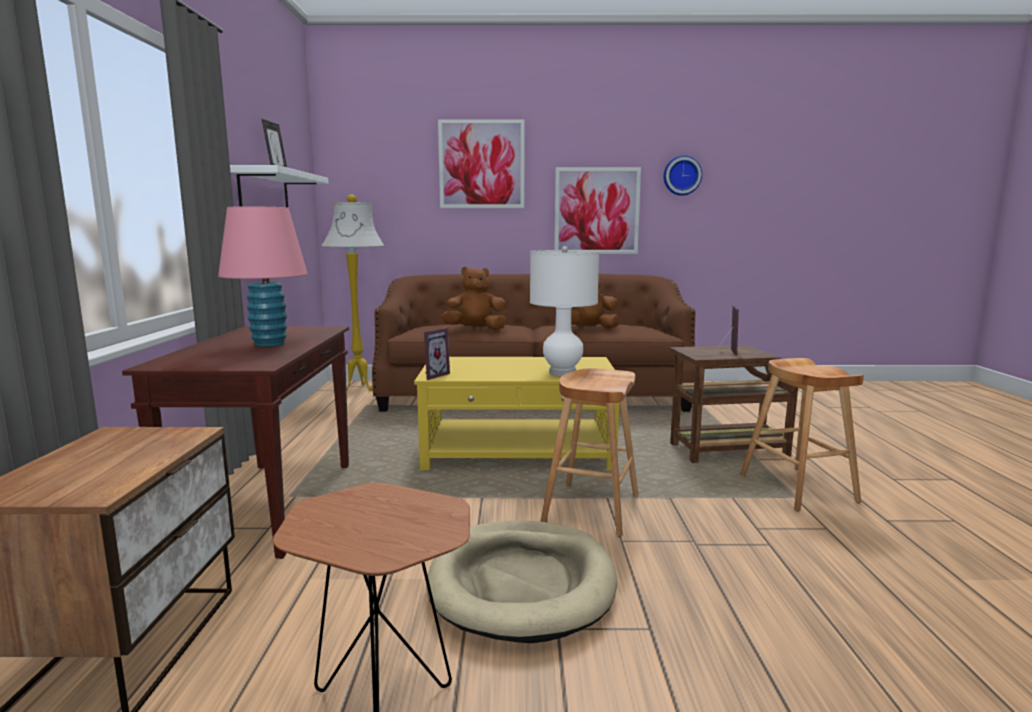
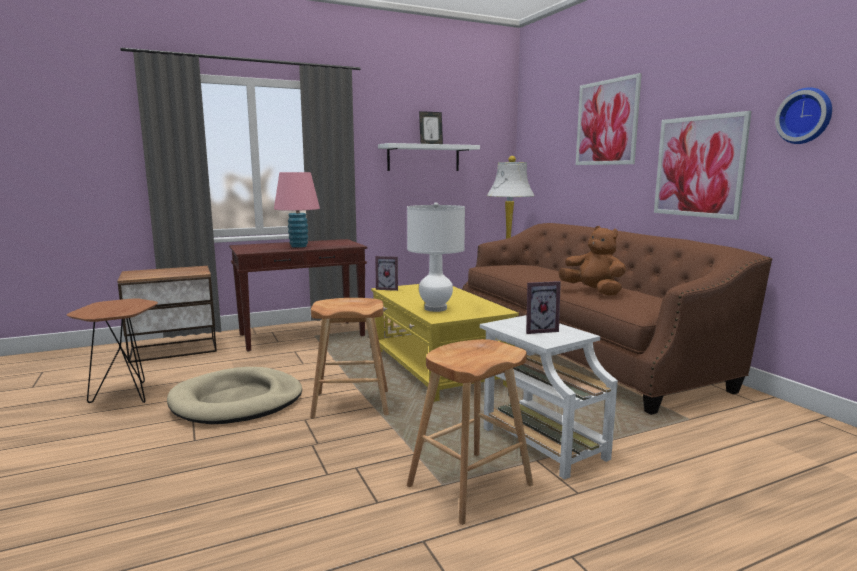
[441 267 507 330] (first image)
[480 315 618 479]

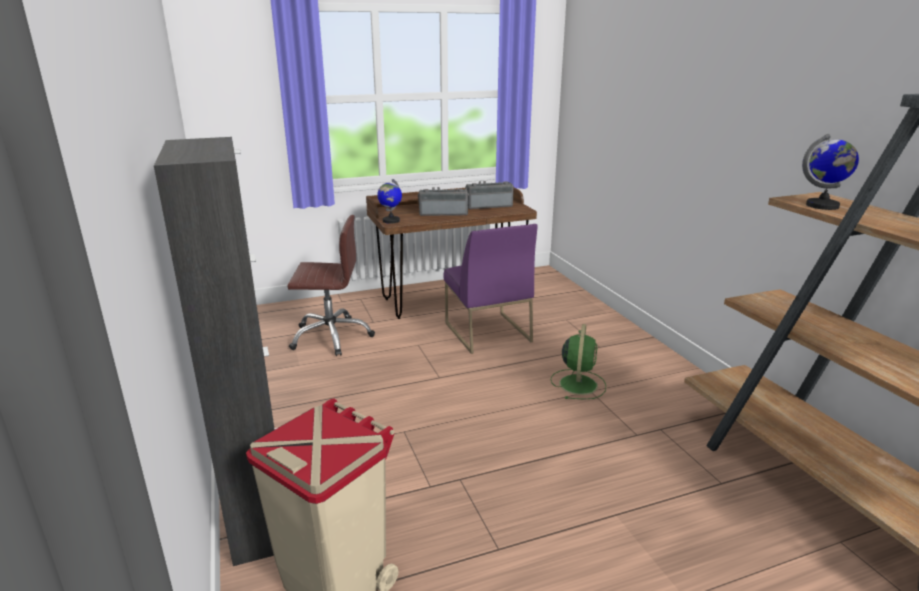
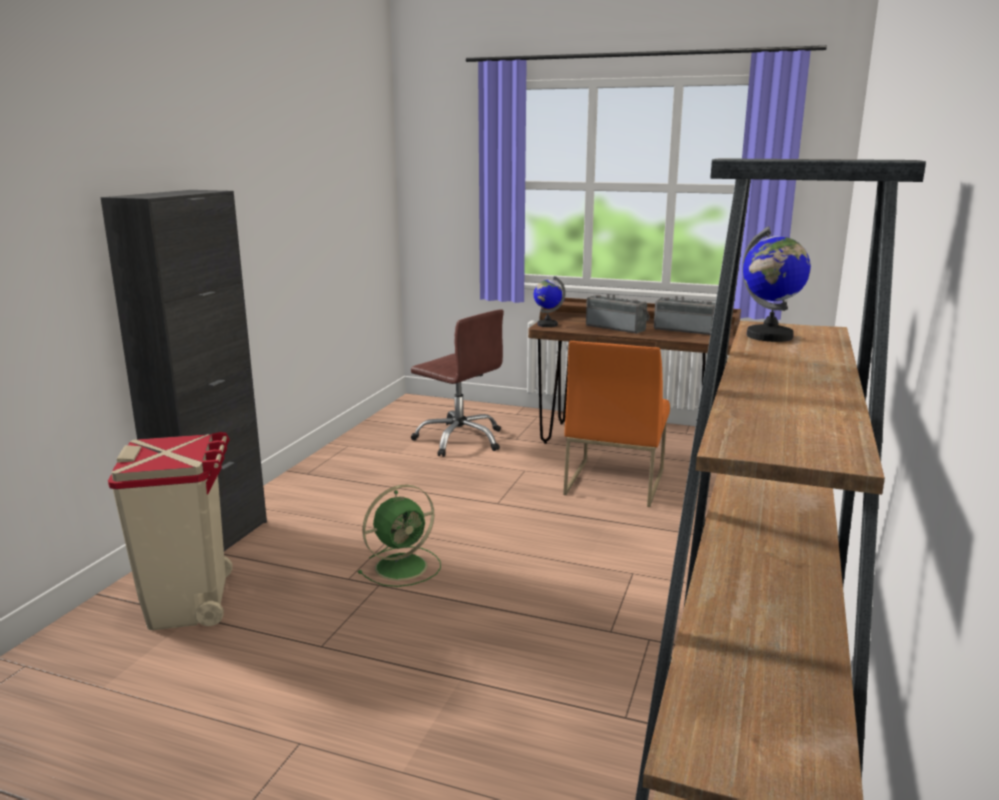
[358 485 441 587]
[563 341 670 507]

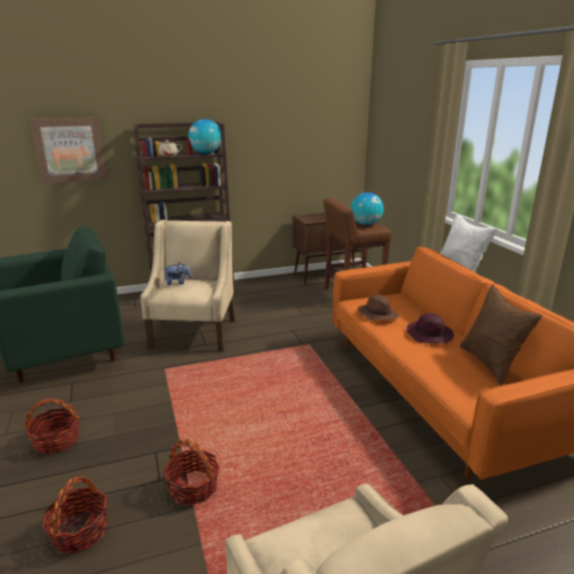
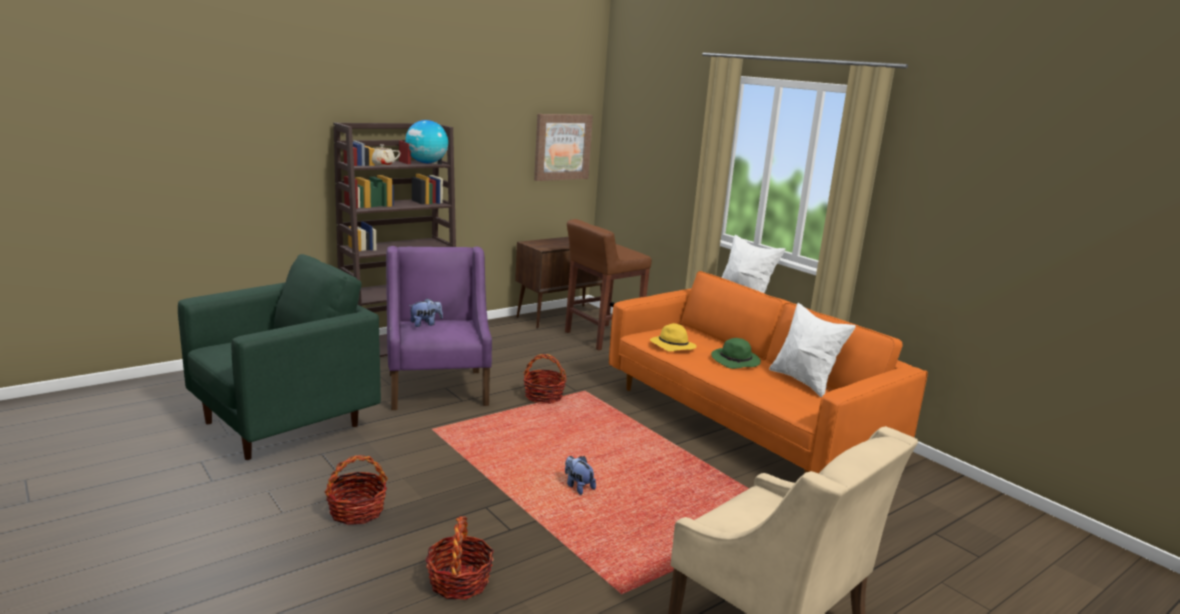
[351 192 384 225] (first image)
[565 456 596 495]
[534 114 593 181]
[523 354 567 404]
[386 246 492 410]
[650 323 697 352]
[711 338 761 369]
[769 303 856 398]

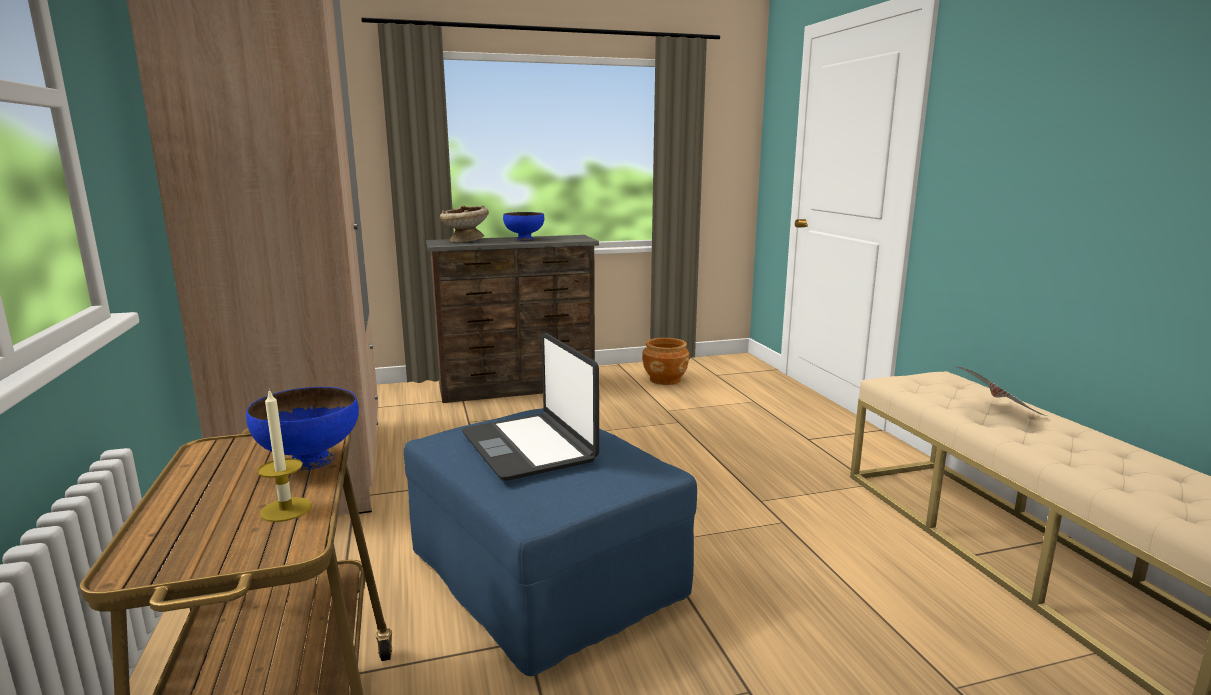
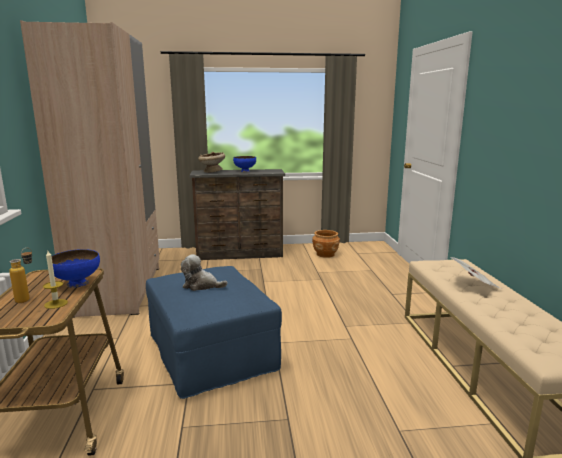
[9 248 32 303]
[181 254 227 291]

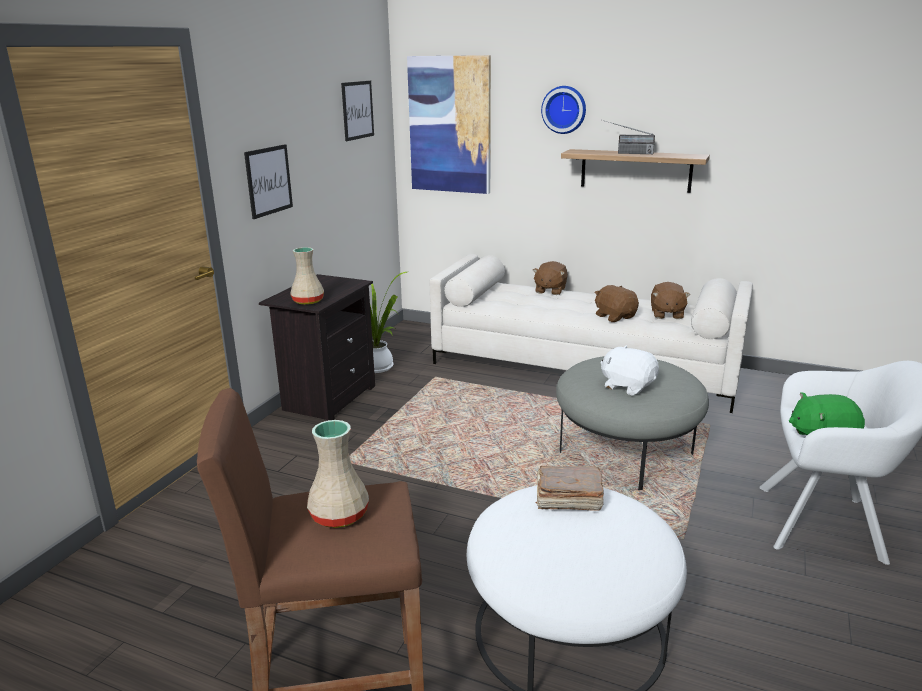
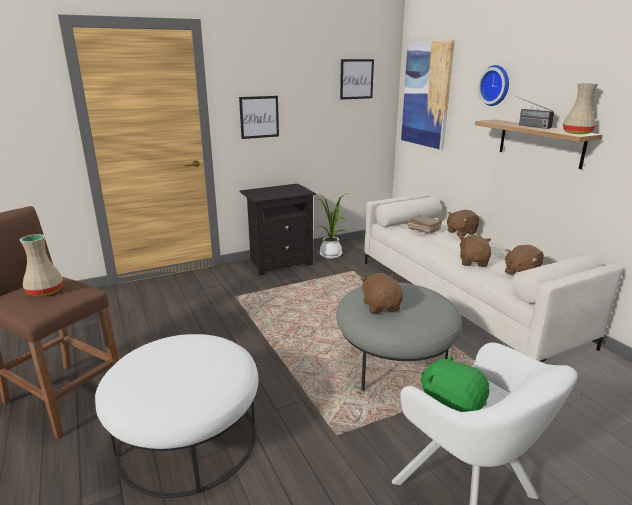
[563 83 598 134]
[408 215 442 234]
[361 273 403 314]

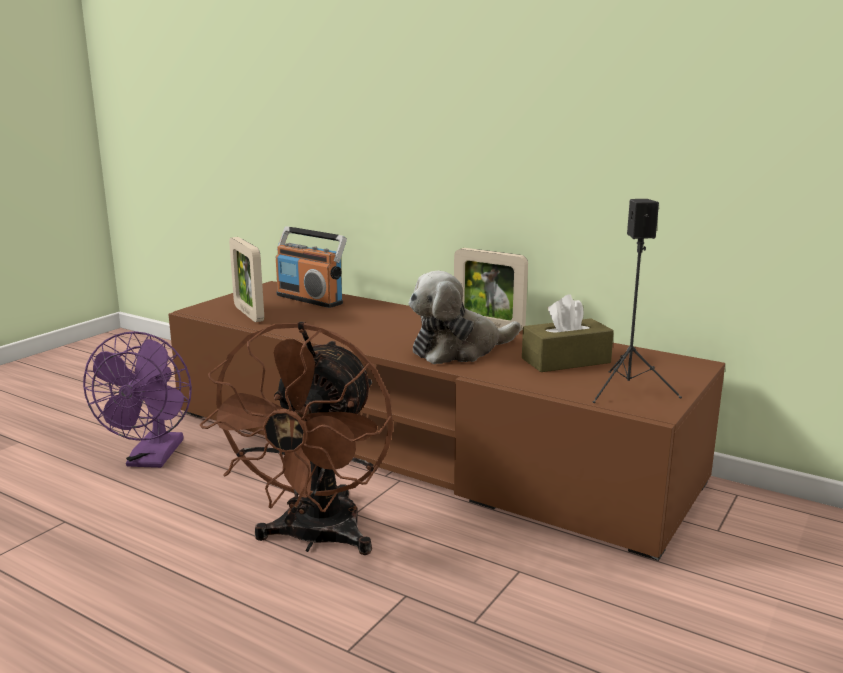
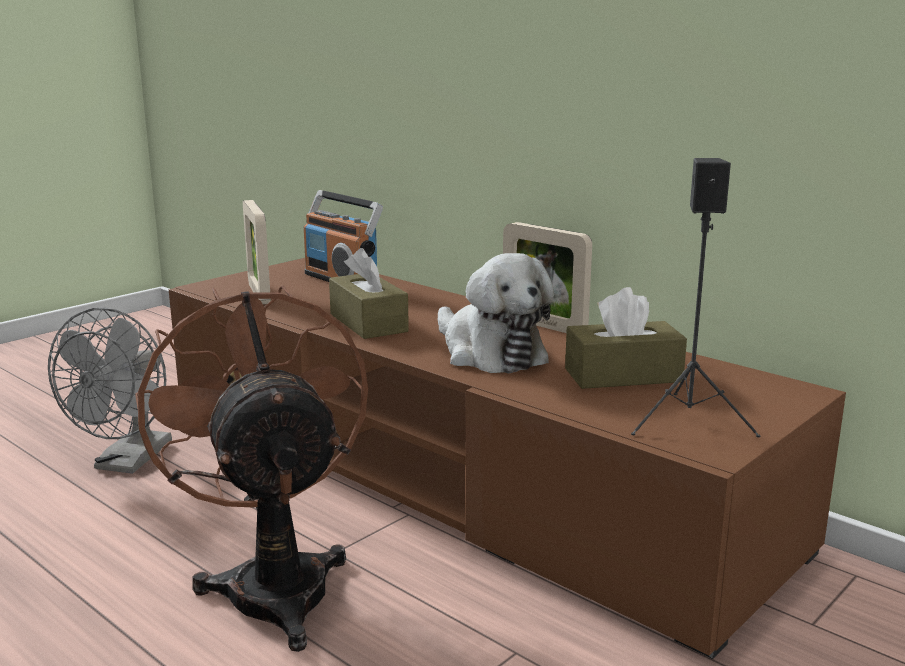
[329 248 409 339]
[48 308 172 474]
[135 285 368 652]
[438 253 554 374]

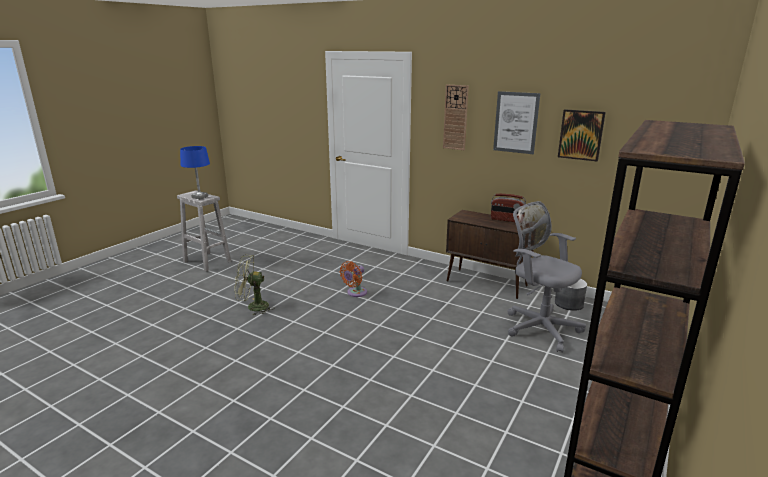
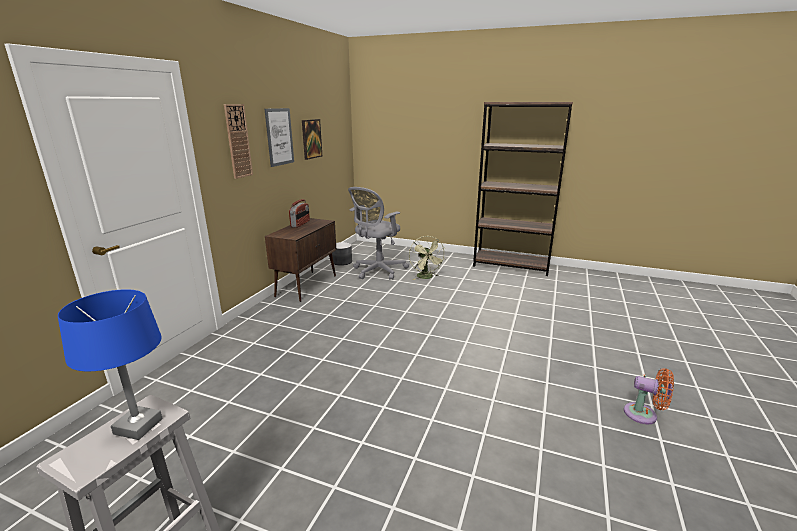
[409 236 445 280]
[624 369 674 424]

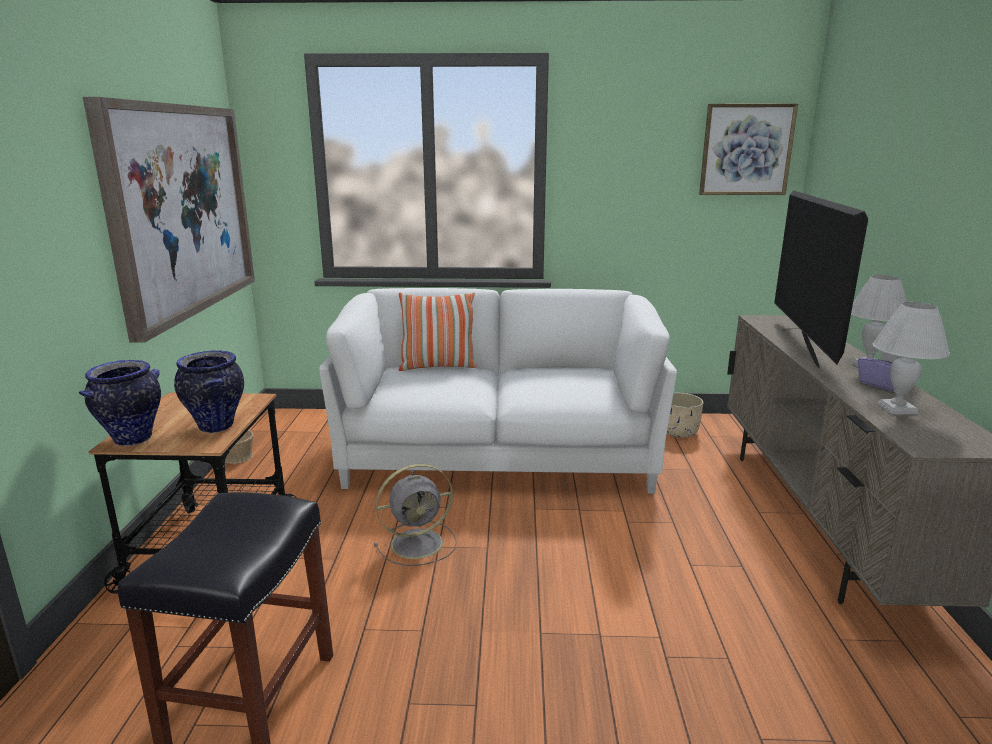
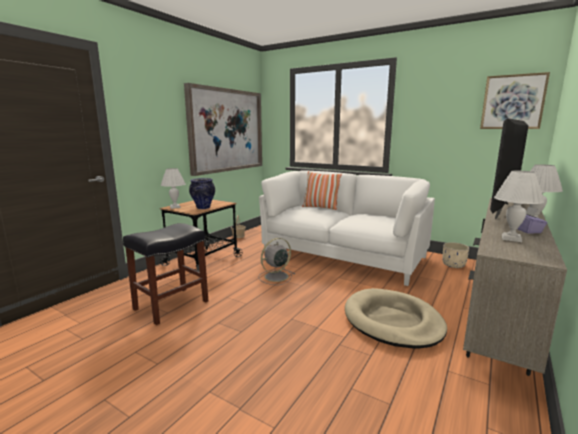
[345 288 447 348]
[161 168 185 209]
[258 238 295 285]

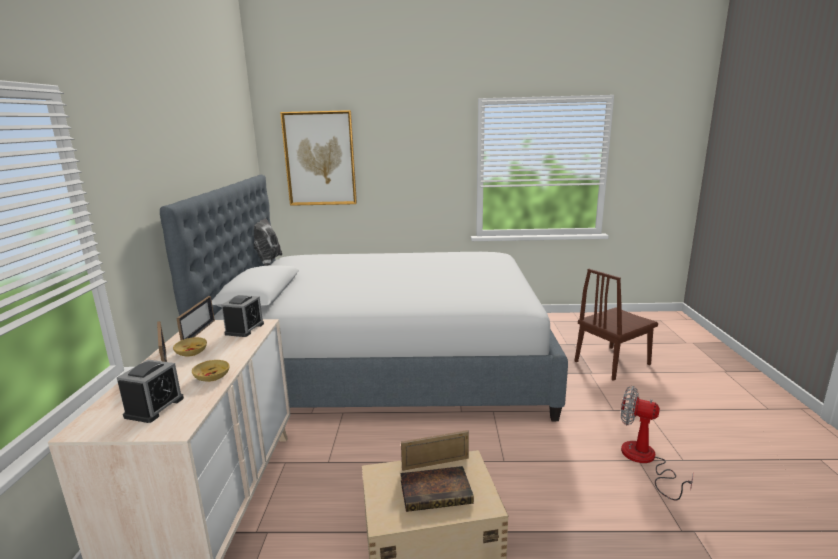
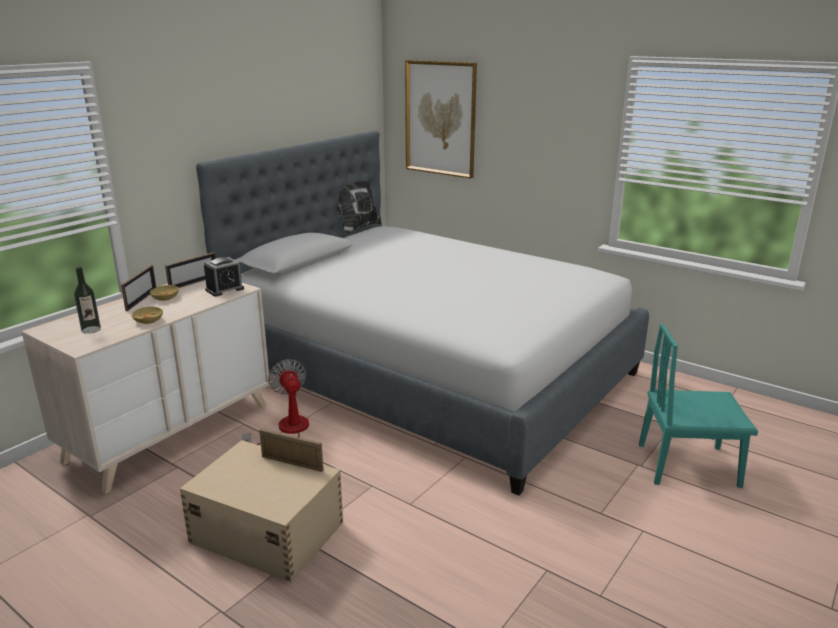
[401 466 474 512] (first image)
[242 359 309 445]
[74 267 101 334]
[639 323 758 488]

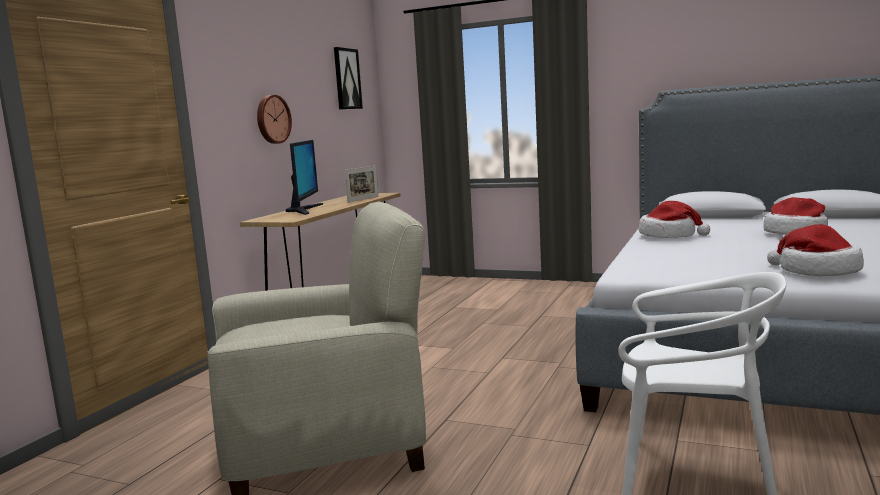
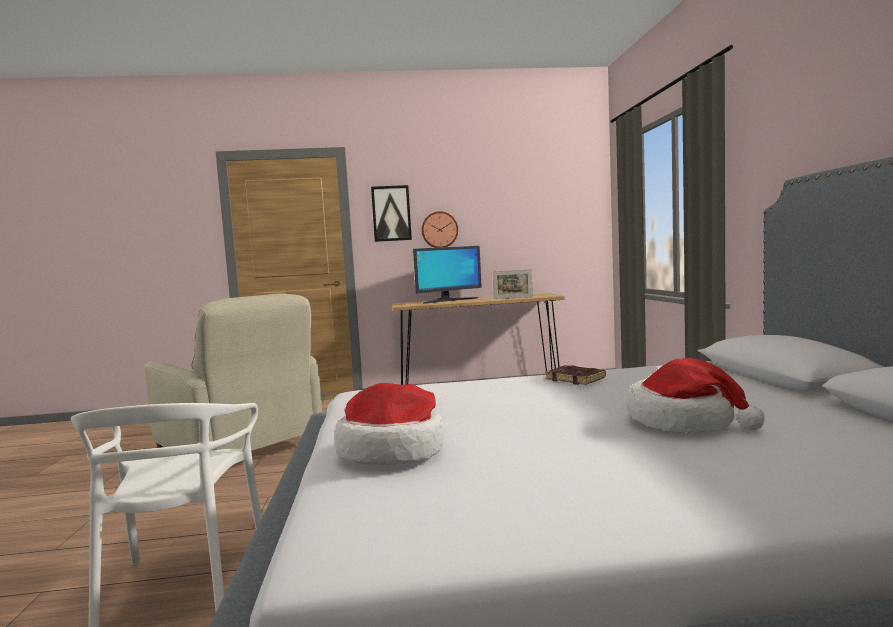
[371 185 412 242]
[545 365 606 385]

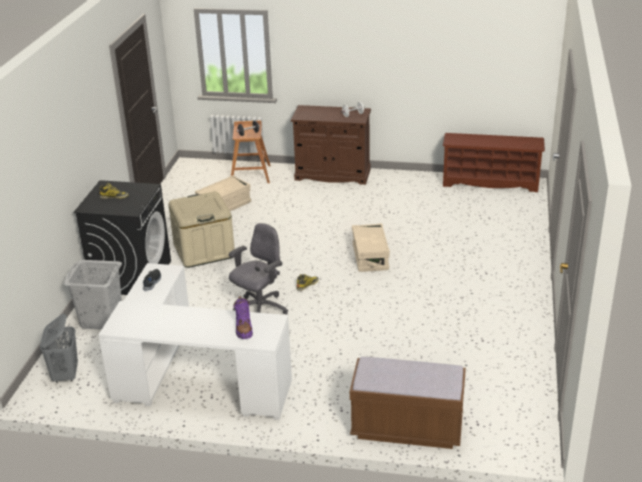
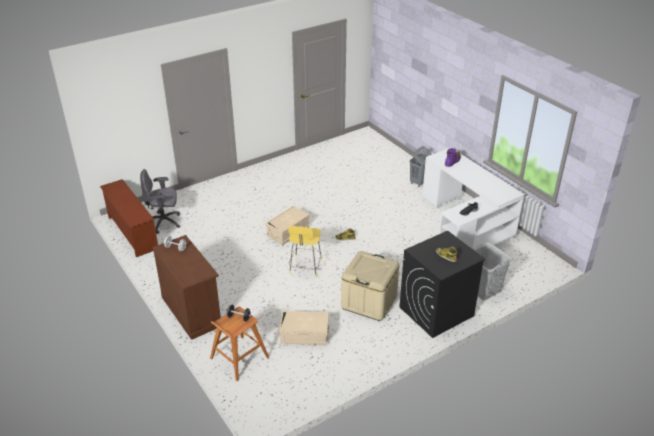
[350 357 466 449] (first image)
[288 226 322 277]
[410 146 432 187]
[140 169 180 234]

